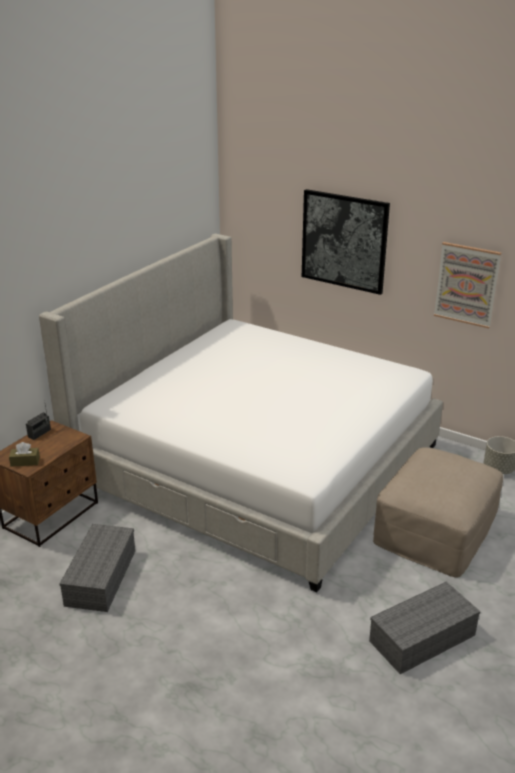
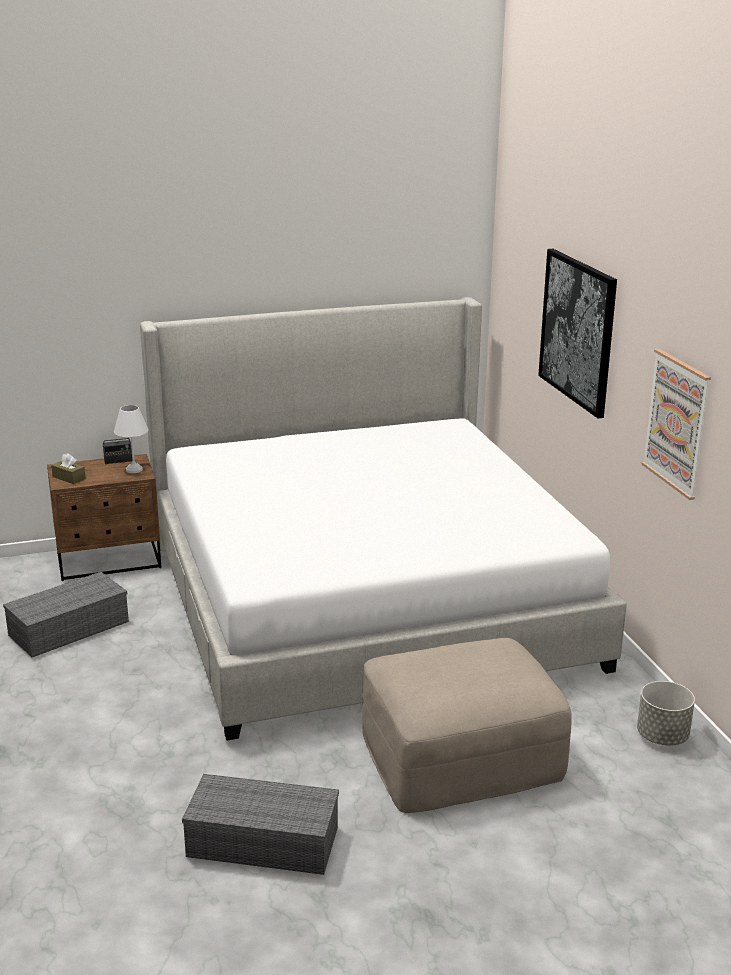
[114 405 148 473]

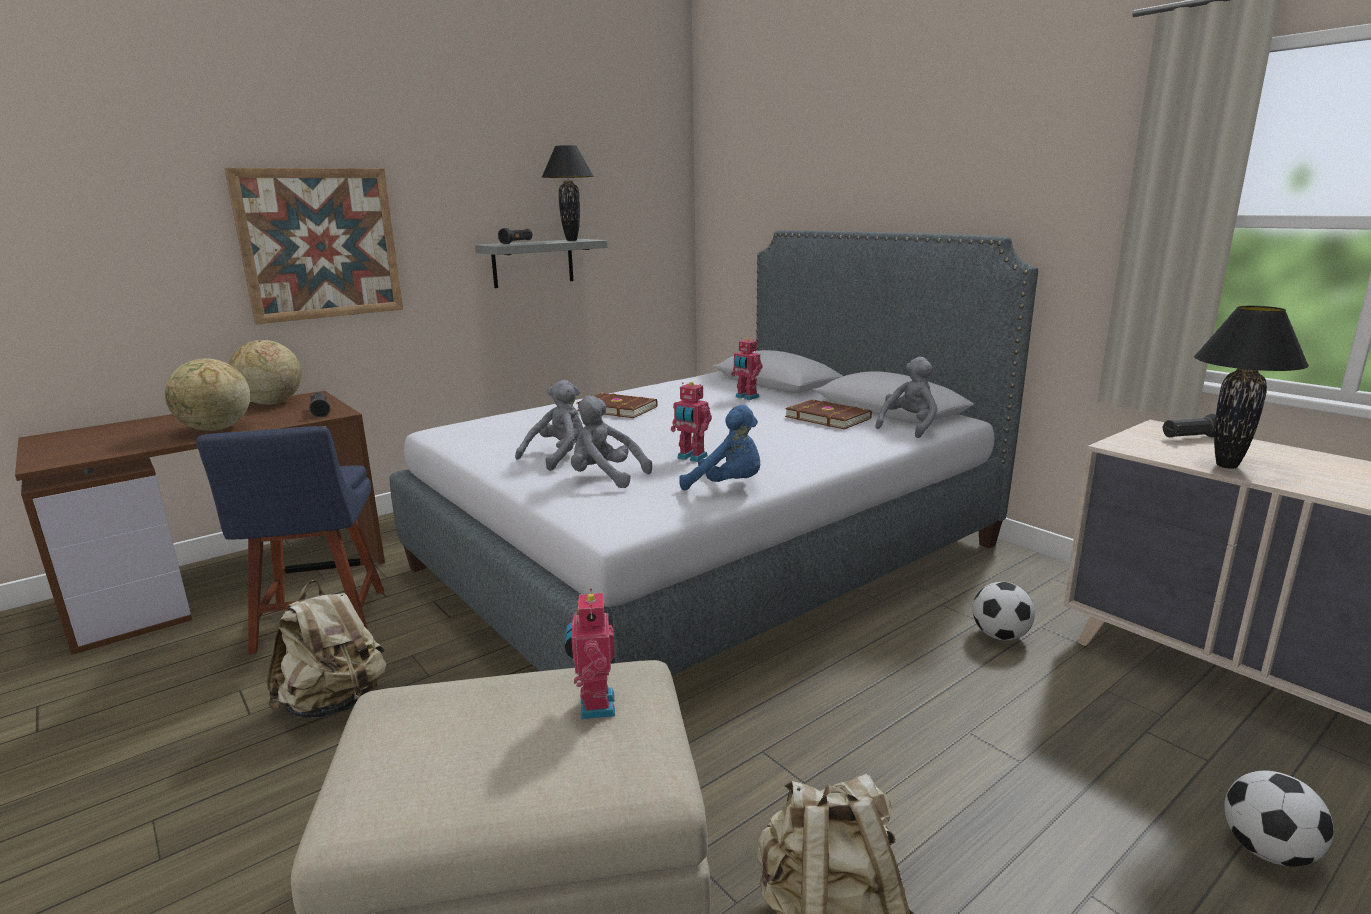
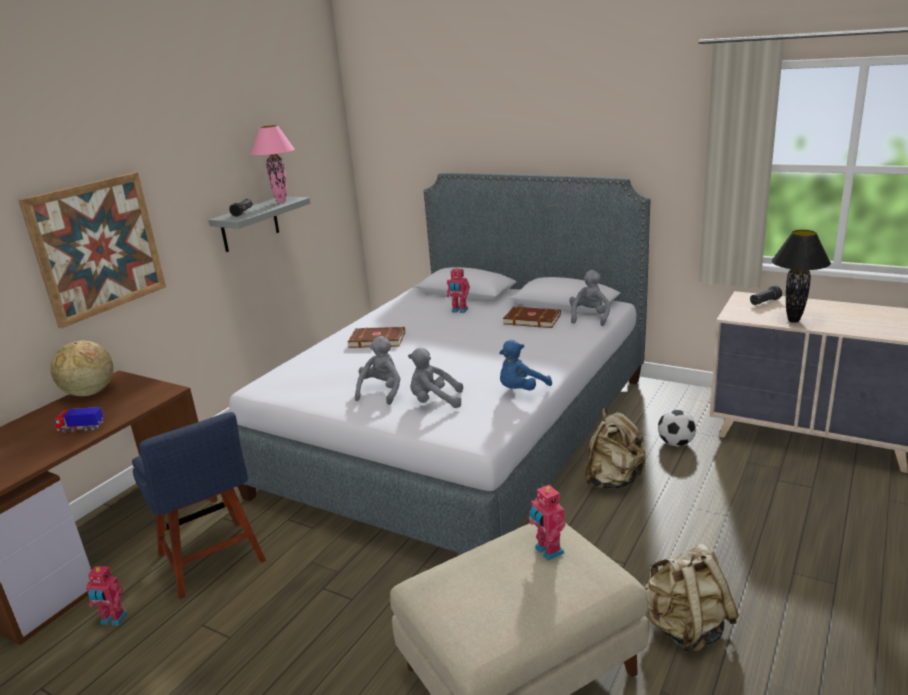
[309 392 330 417] (first image)
[1224 770 1334 867] (first image)
[585 408 646 489]
[86 566 128 626]
[55 407 104 433]
[251 125 295 203]
[499 340 552 391]

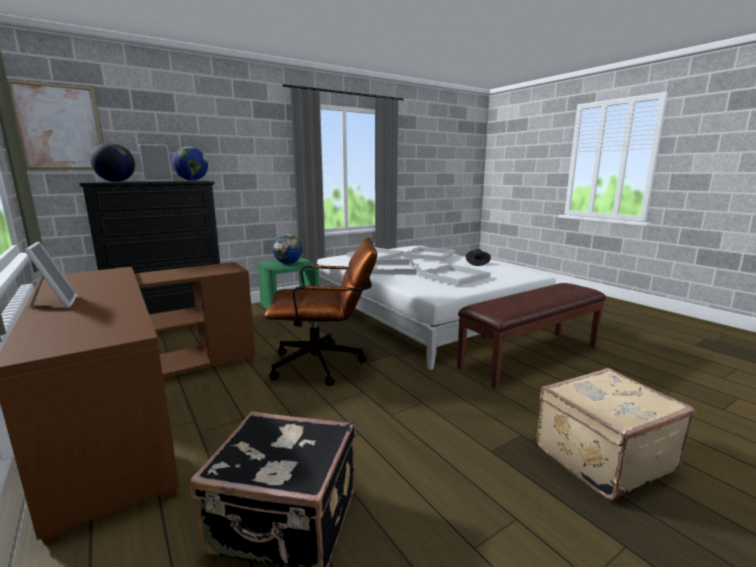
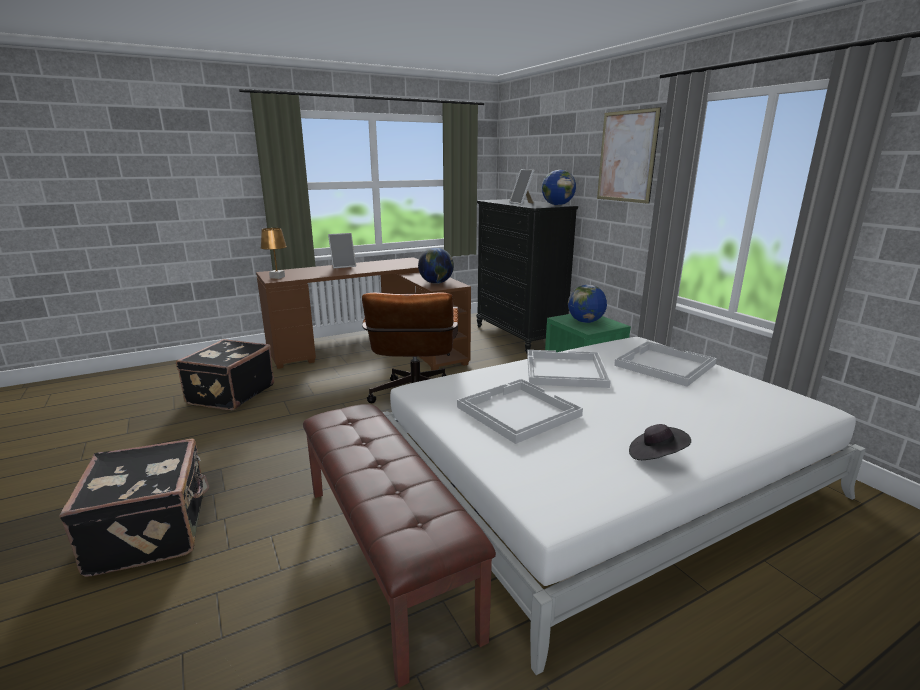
[403 247 456 261] (first image)
[260 228 287 279]
[597 107 661 204]
[418 248 454 284]
[59 438 210 577]

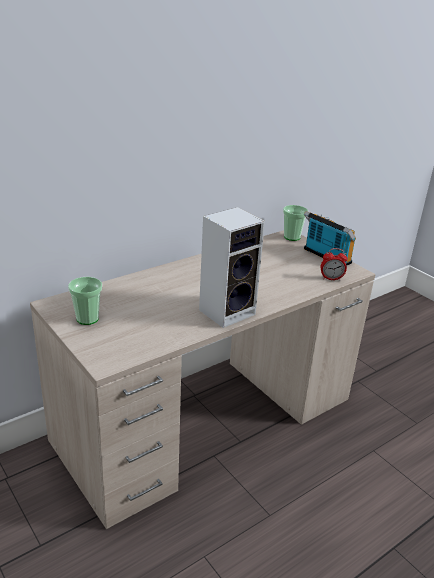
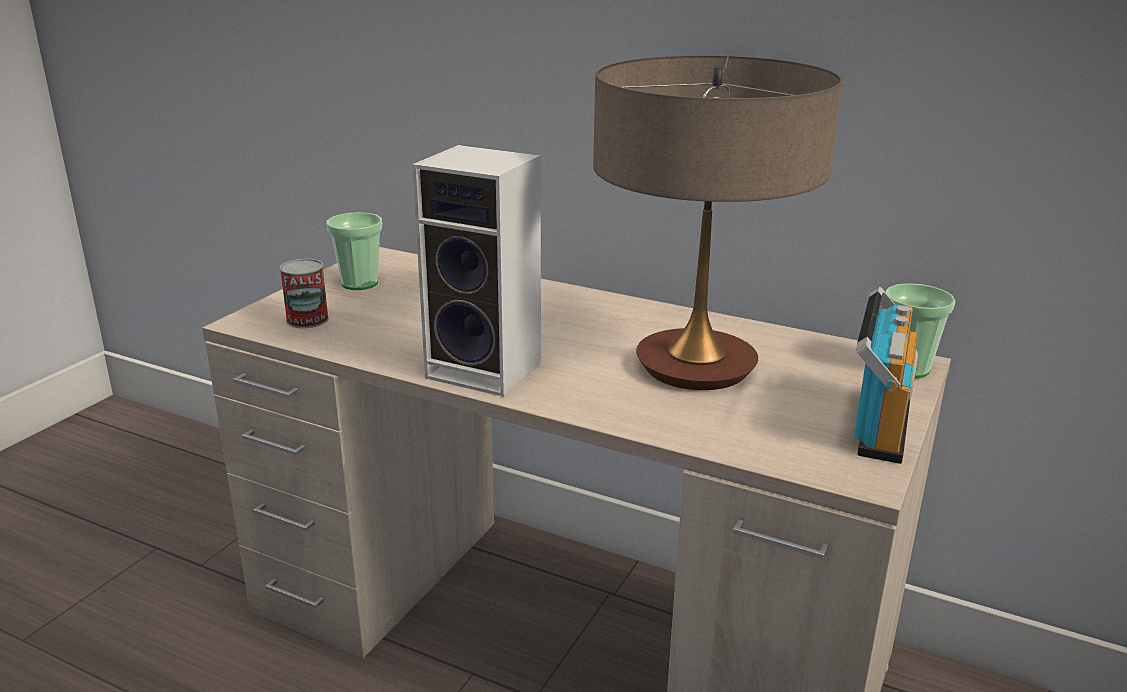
[321 248 348 281] (first image)
[280 259 329 328]
[593 55 843 390]

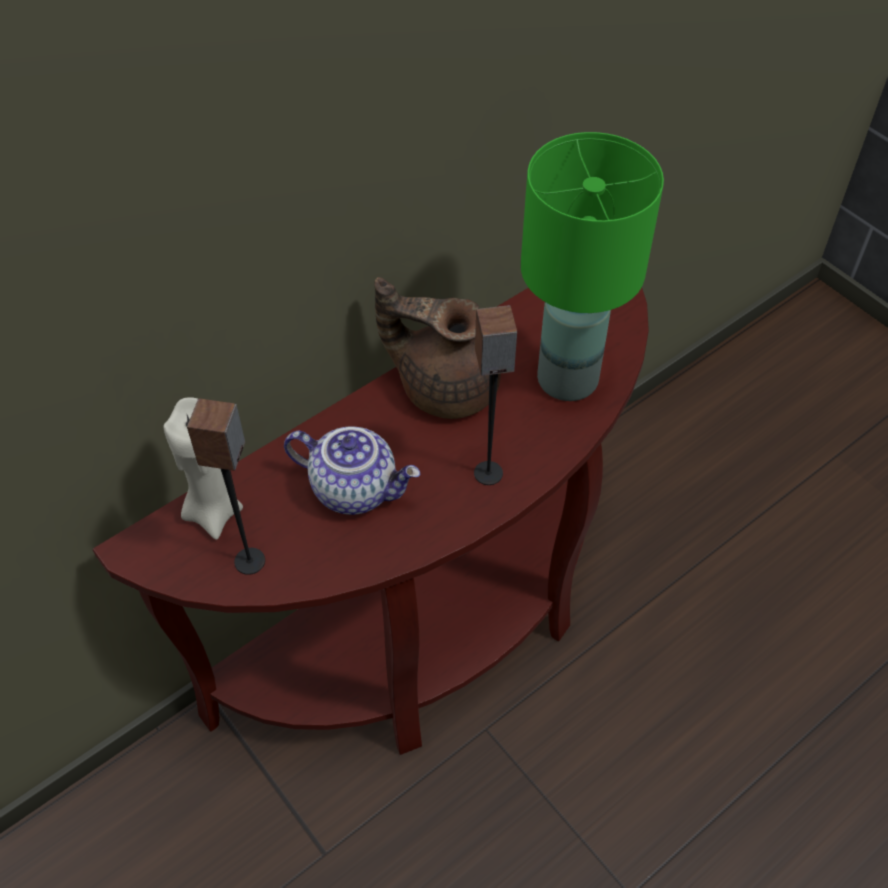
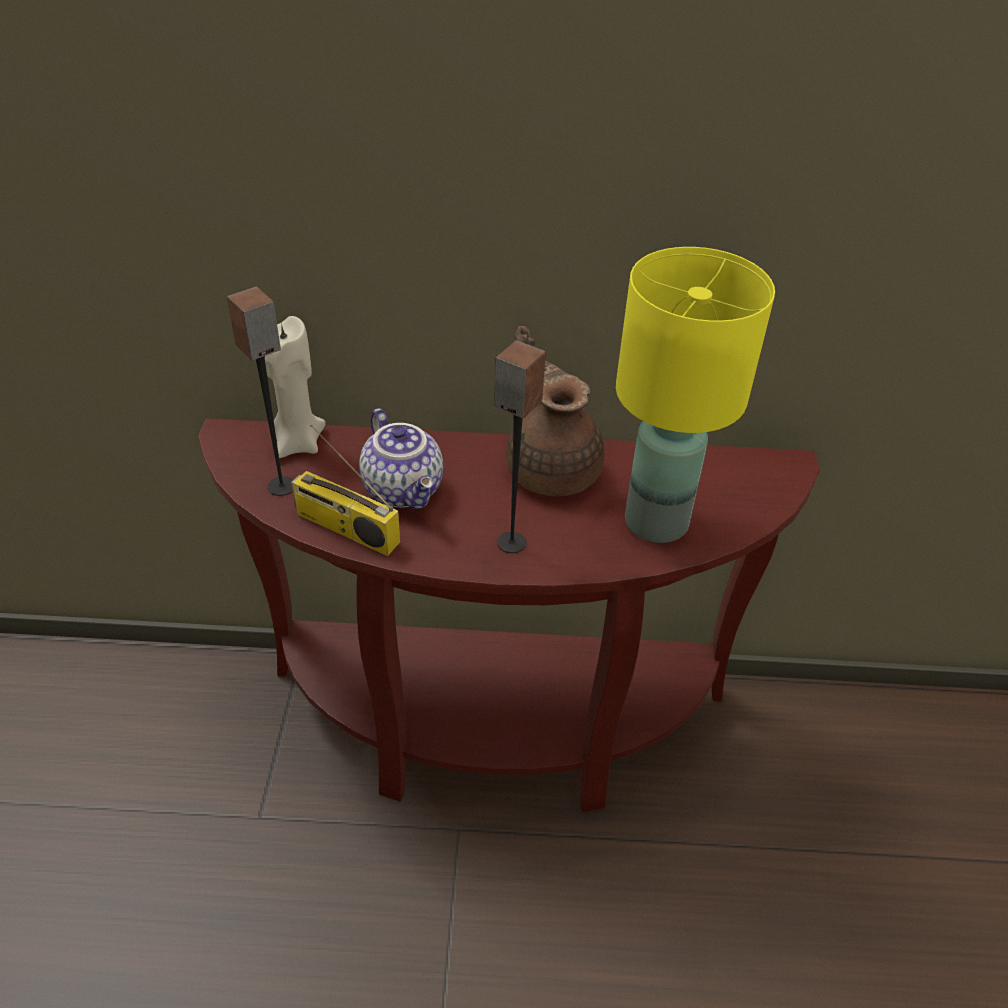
[291 425 400 556]
[616 247 775 543]

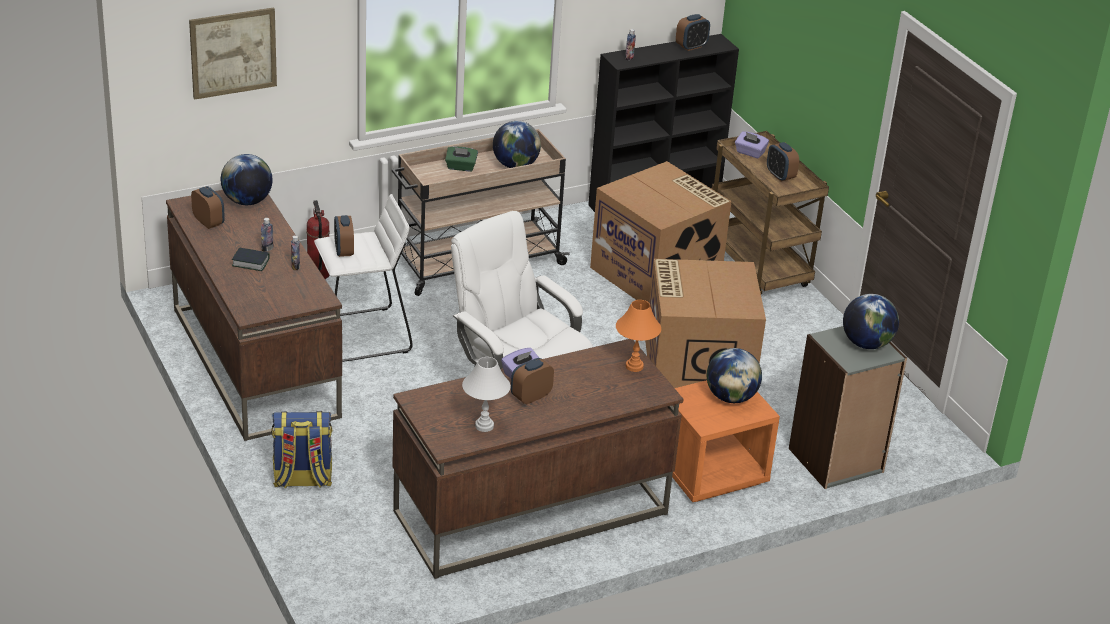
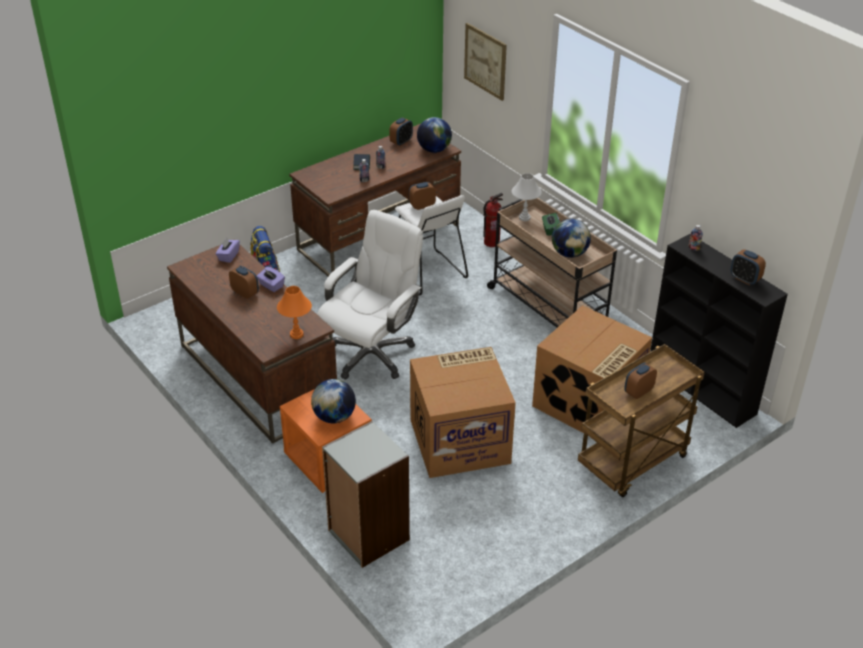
[843 294 899 349] (first image)
[512 173 542 221]
[216 238 240 263]

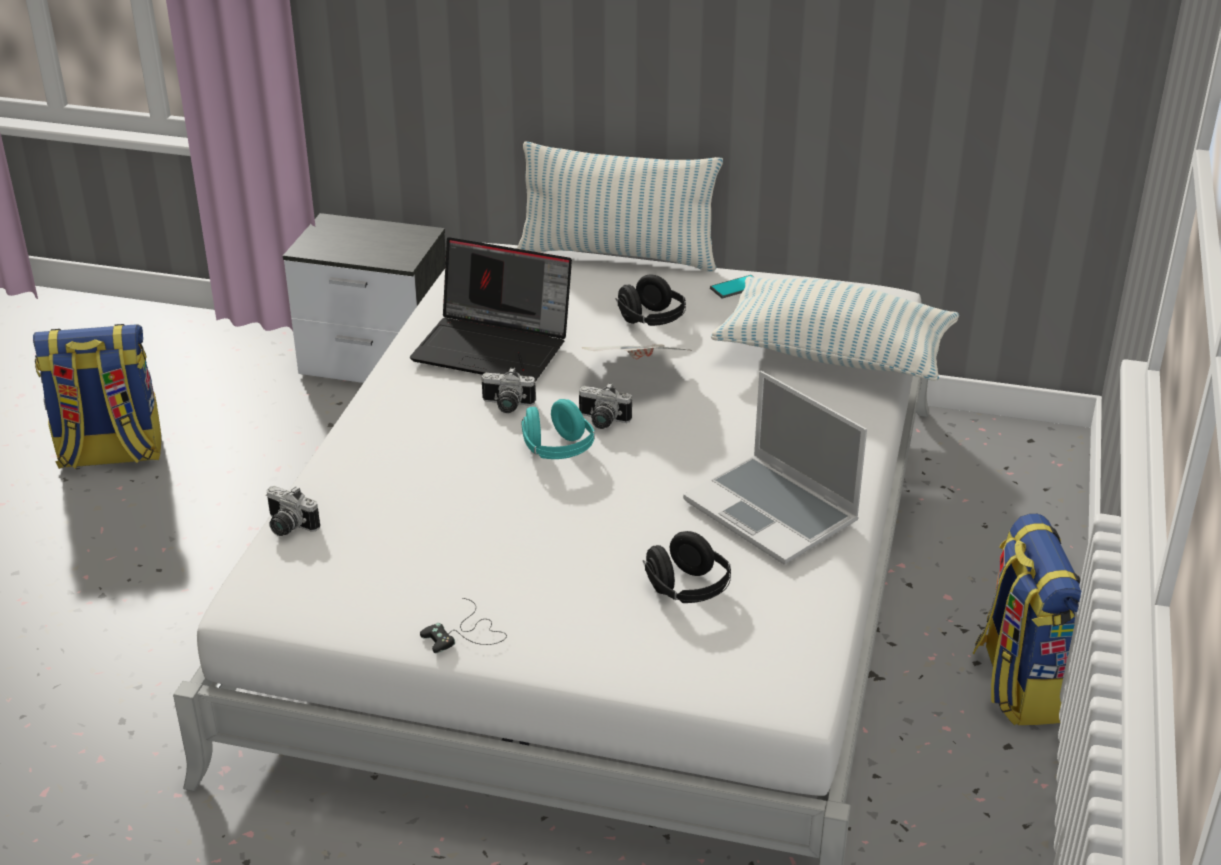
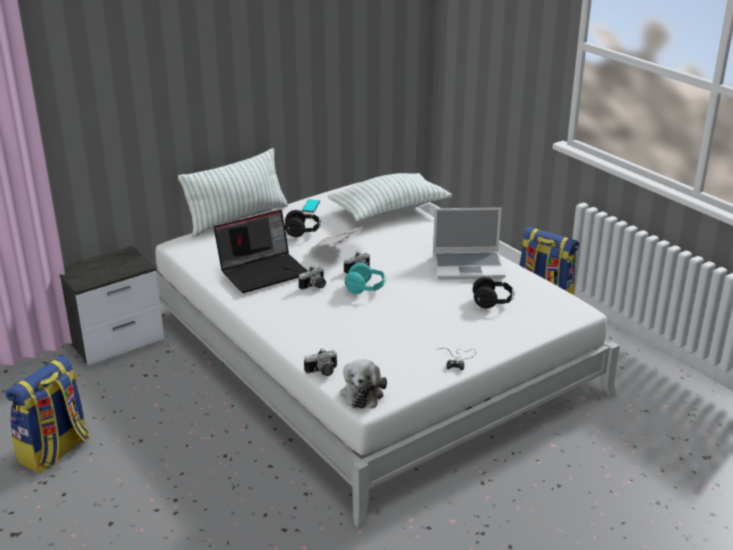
[340 359 387 408]

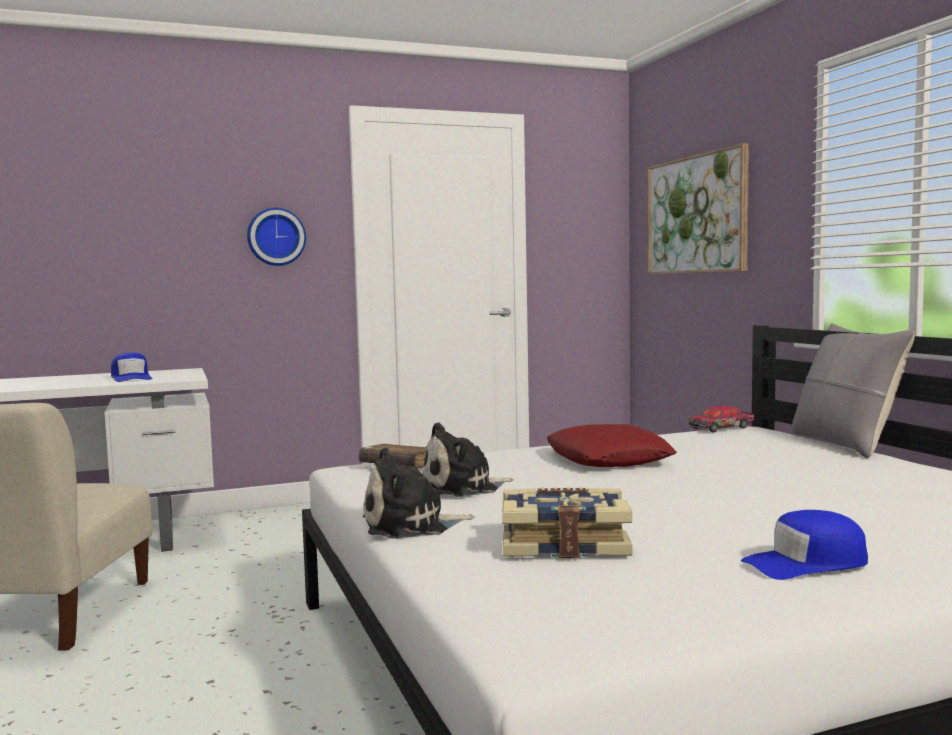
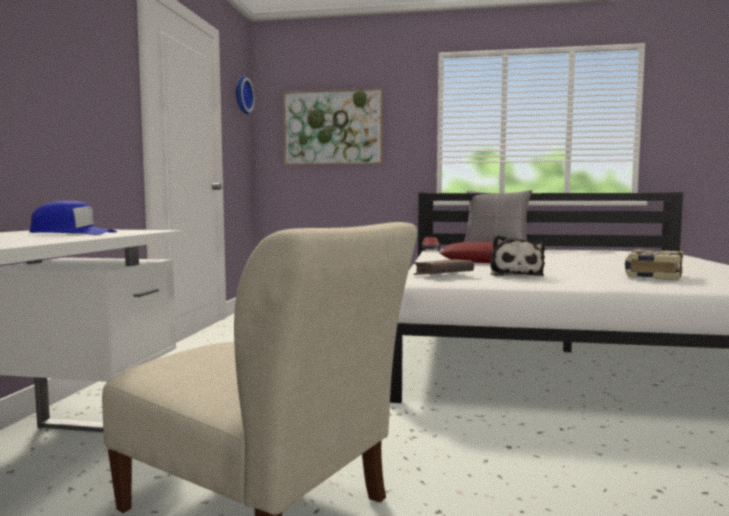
[363 447 474 538] (first image)
[741 510 868 580] (first image)
[236 76 255 114]

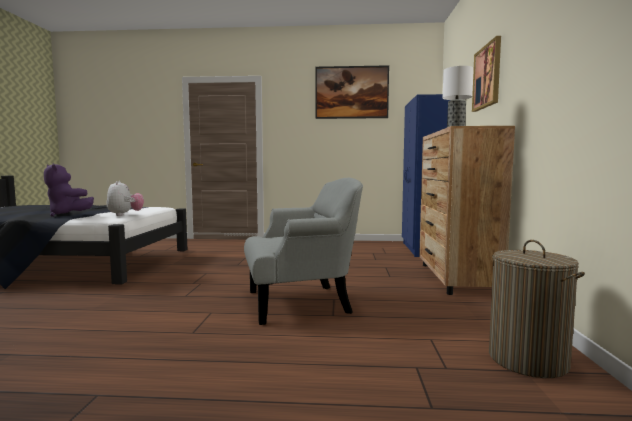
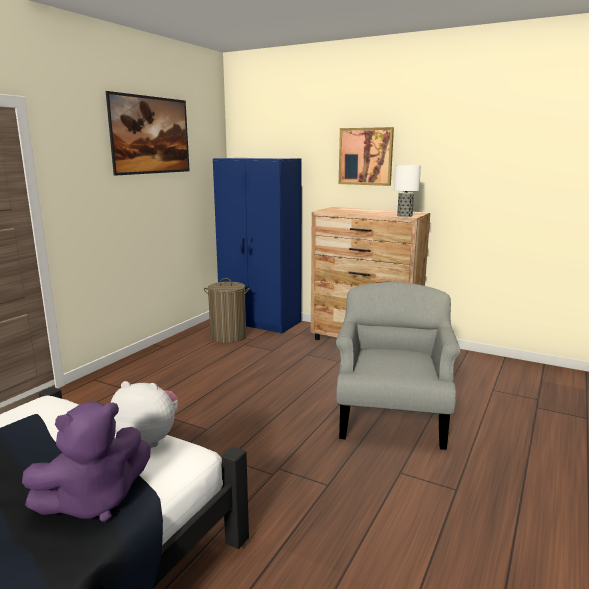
[204 278 250 343]

